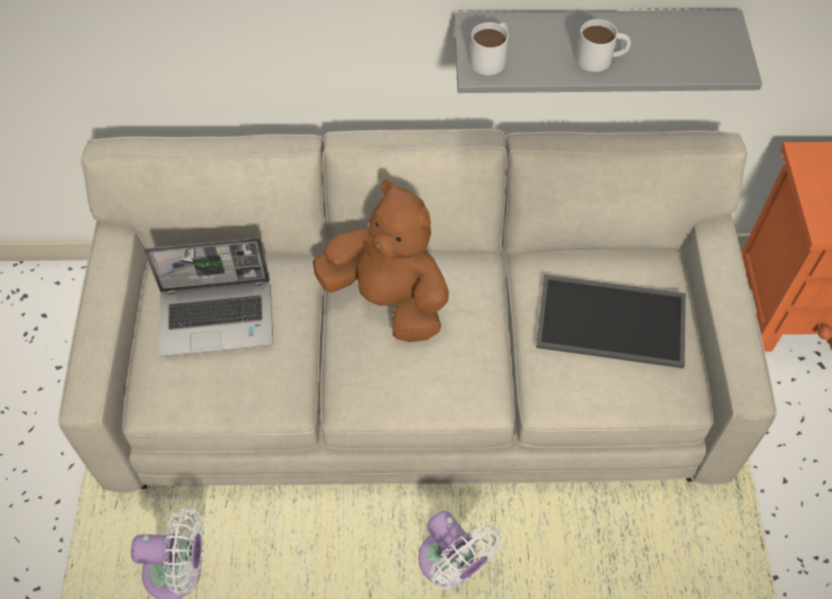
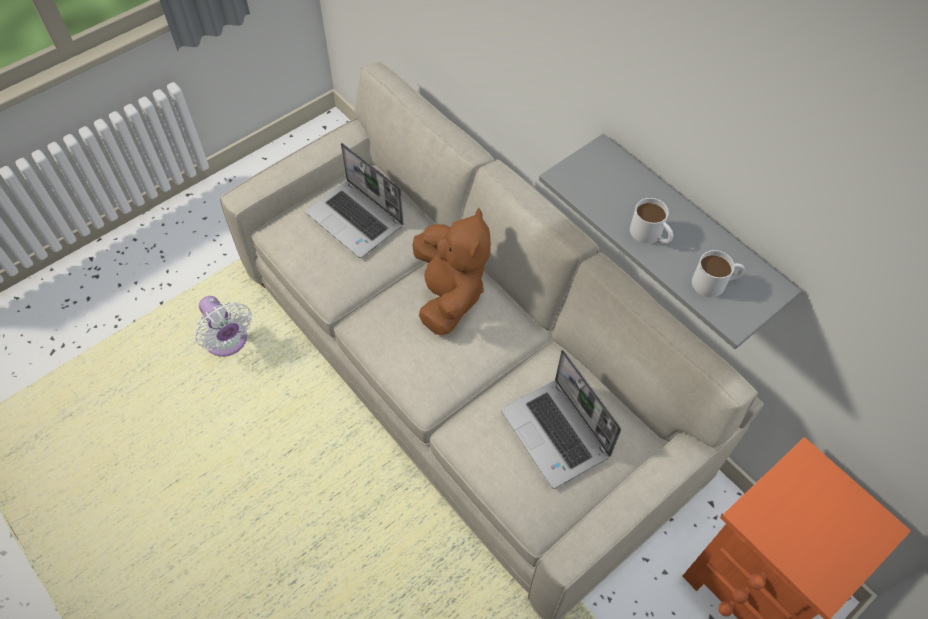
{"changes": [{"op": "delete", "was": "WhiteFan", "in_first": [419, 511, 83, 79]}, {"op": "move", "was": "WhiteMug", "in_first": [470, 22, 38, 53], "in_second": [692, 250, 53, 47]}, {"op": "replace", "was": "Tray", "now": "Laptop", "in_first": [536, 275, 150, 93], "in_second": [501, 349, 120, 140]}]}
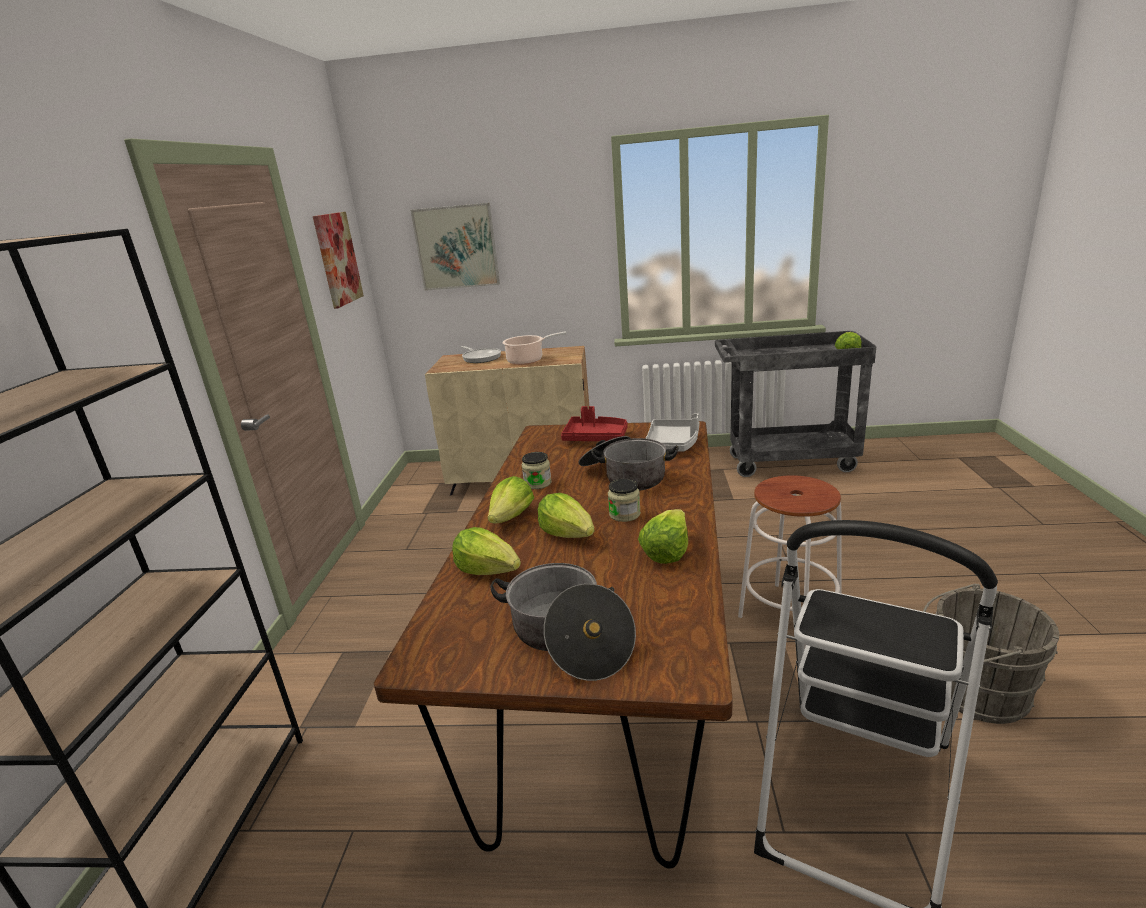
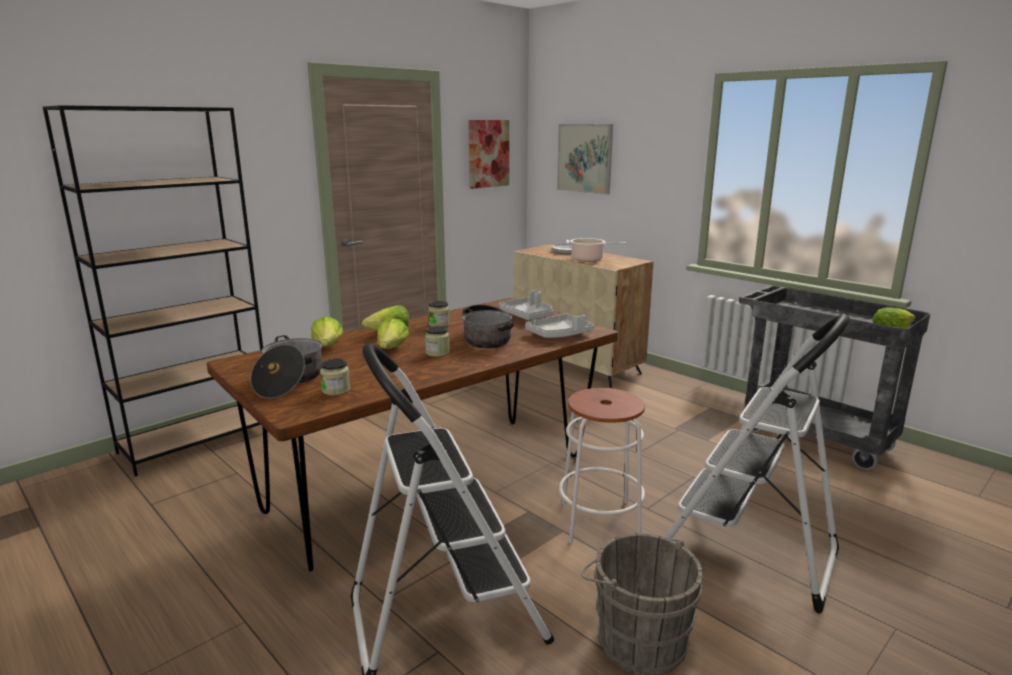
{"changes": [{"op": "delete", "was": "Lettuce", "in_first": [638, 509, 50, 55]}, {"op": "insert", "now": "Jar", "in_second": [320, 358, 30, 37]}, {"op": "insert", "now": "StepLadder", "in_second": [664, 314, 186, 300]}, {"op": "recolor", "was": "RedTray", "now": "GreyTray", "in_first": [561, 406, 67, 35], "in_second": [499, 290, 54, 30]}]}
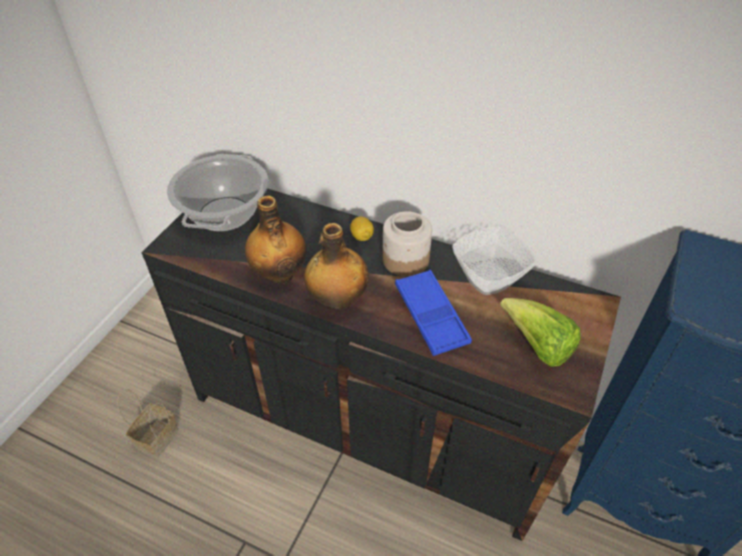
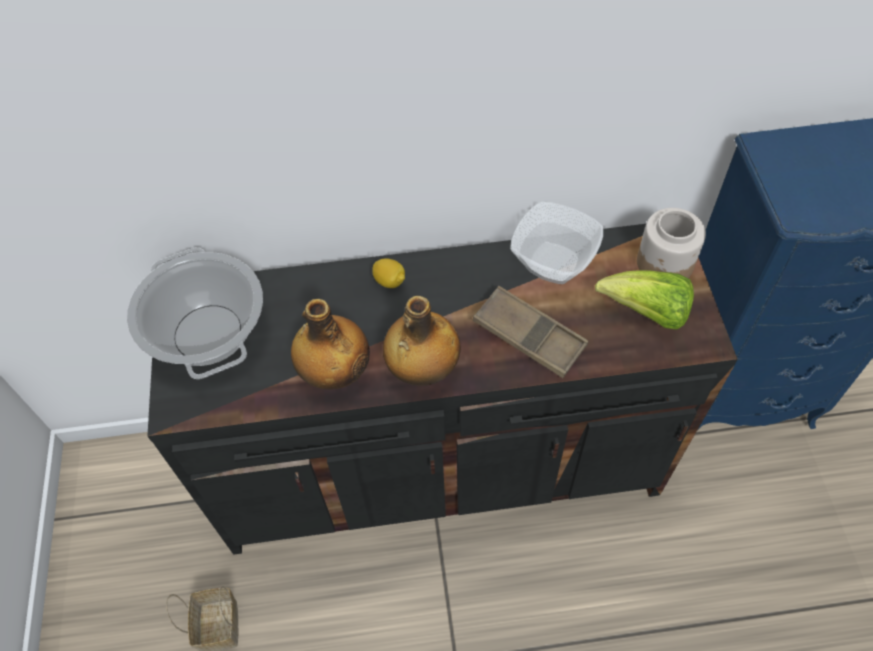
{"changes": [{"op": "move", "was": "Jar", "in_first": [382, 211, 50, 65], "in_second": [637, 208, 69, 70]}, {"op": "recolor", "was": "BlueTray", "now": "BrownTray", "in_first": [395, 270, 77, 86], "in_second": [473, 286, 115, 92]}]}
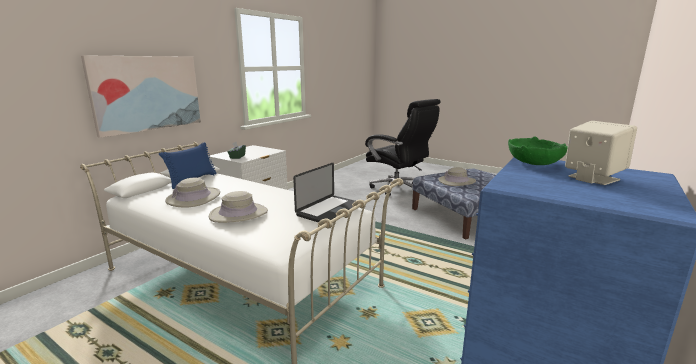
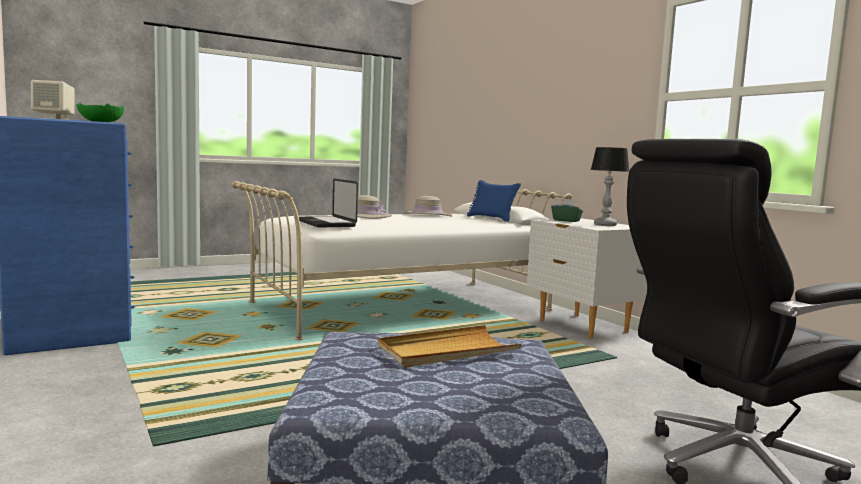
{"changes": [{"op": "delete", "was": "Picture", "in_first": [81, 56, 120, 82]}, {"op": "insert", "now": "TableLamp", "in_second": [591, 147, 38, 79]}, {"op": "replace", "was": "BeigeHat", "now": "BeigeTray", "in_first": [439, 167, 37, 19], "in_second": [378, 325, 144, 43]}]}
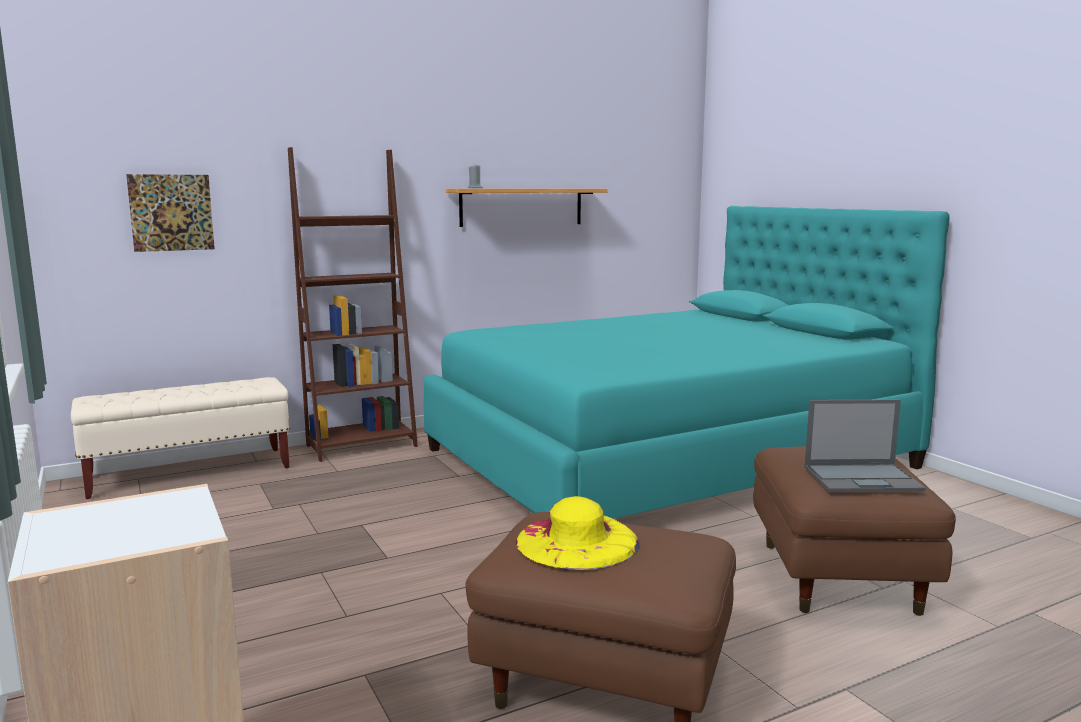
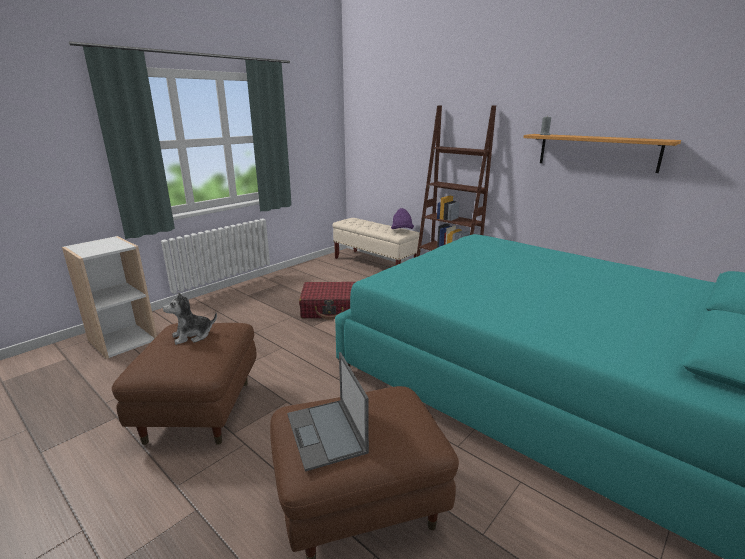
{"changes": [{"op": "delete", "was": "Picture", "in_first": [126, 174, 89, 78]}, {"op": "insert", "now": "RedSuitcase", "in_second": [299, 282, 56, 38]}, {"op": "insert", "now": "PurpleHat", "in_second": [391, 208, 23, 21]}, {"op": "replace", "was": "YellowHat", "now": "PlushToy", "in_first": [516, 496, 124, 74], "in_second": [163, 292, 54, 53]}]}
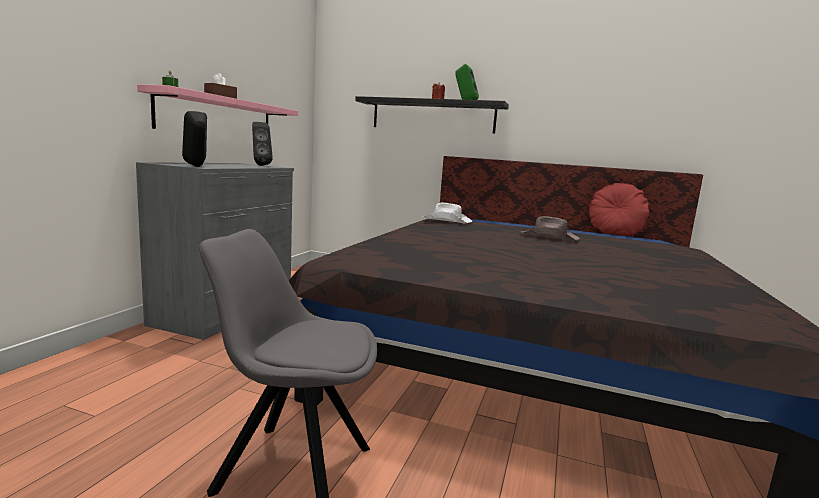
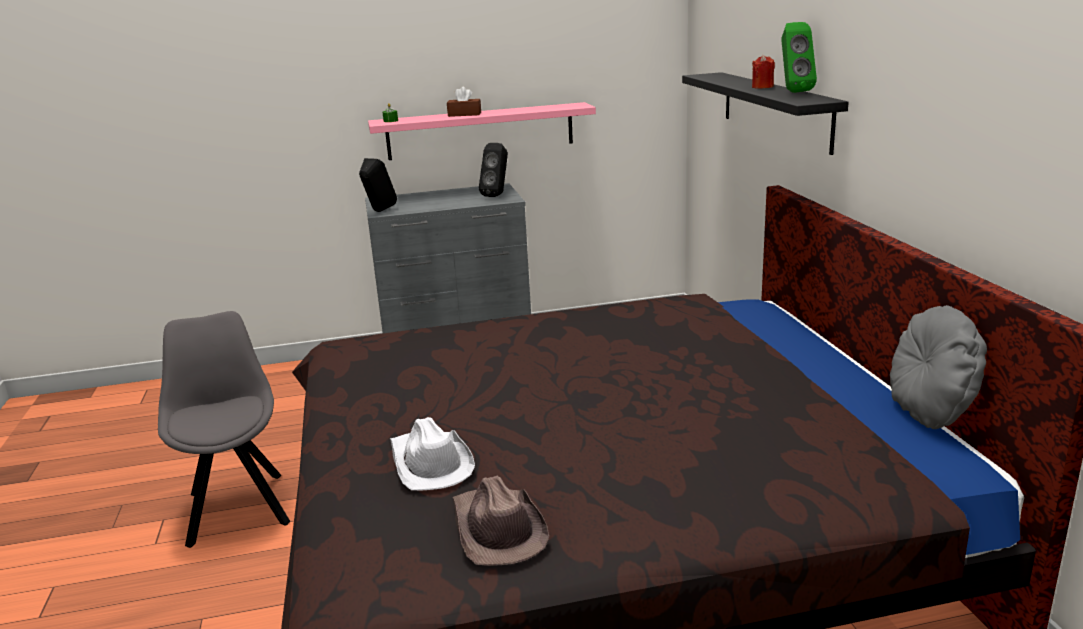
{"changes": [{"op": "move", "was": "WhiteHat", "in_first": [422, 202, 50, 21], "in_second": [390, 417, 85, 73]}, {"op": "move", "was": "BrownHat", "in_first": [521, 216, 59, 25], "in_second": [453, 476, 96, 90]}, {"op": "recolor", "was": "RedPillow", "now": "GreyPillow", "in_first": [589, 183, 61, 52], "in_second": [890, 305, 97, 124]}]}
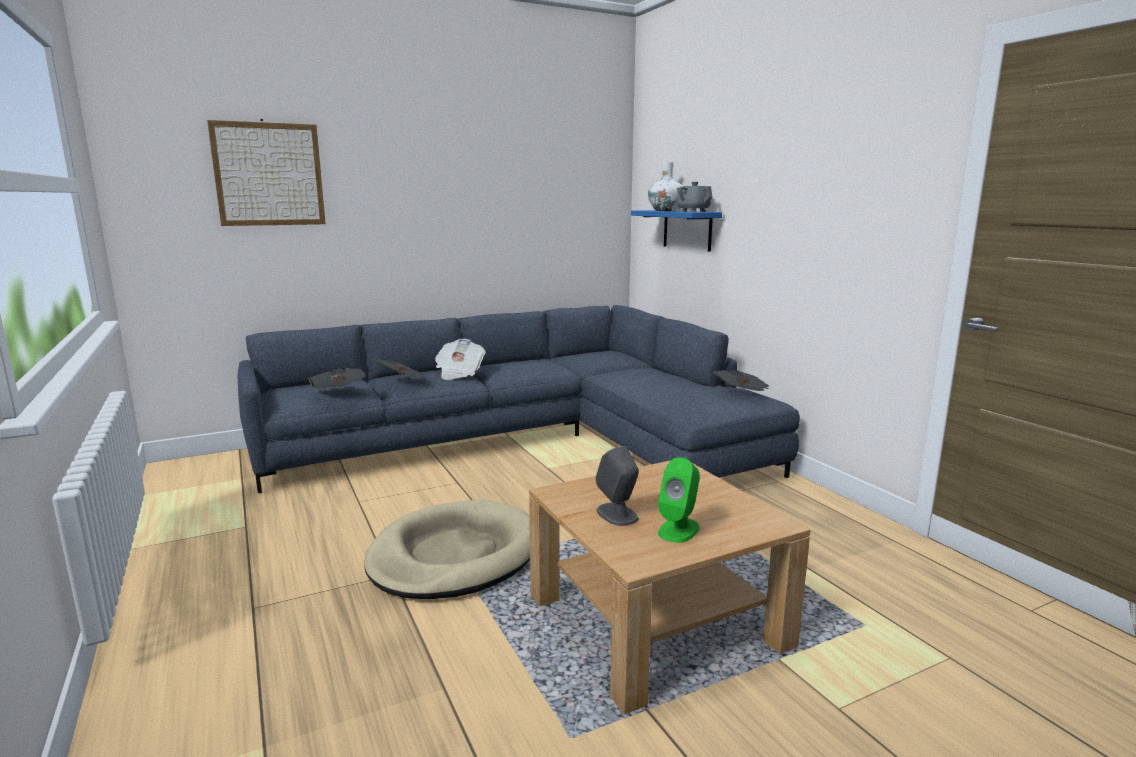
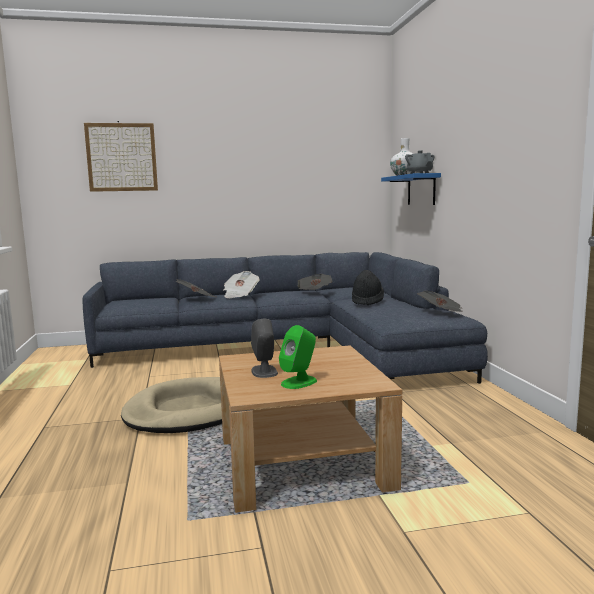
{"changes": [{"op": "insert", "now": "BlackHat", "in_second": [352, 270, 32, 35]}, {"op": "move", "was": "Newspaper", "in_first": [308, 368, 59, 20], "in_second": [298, 274, 35, 16]}]}
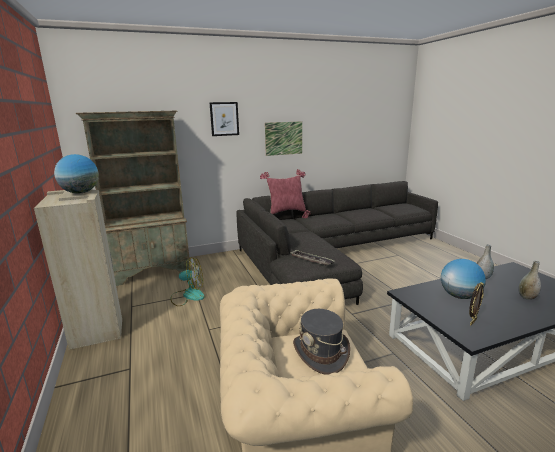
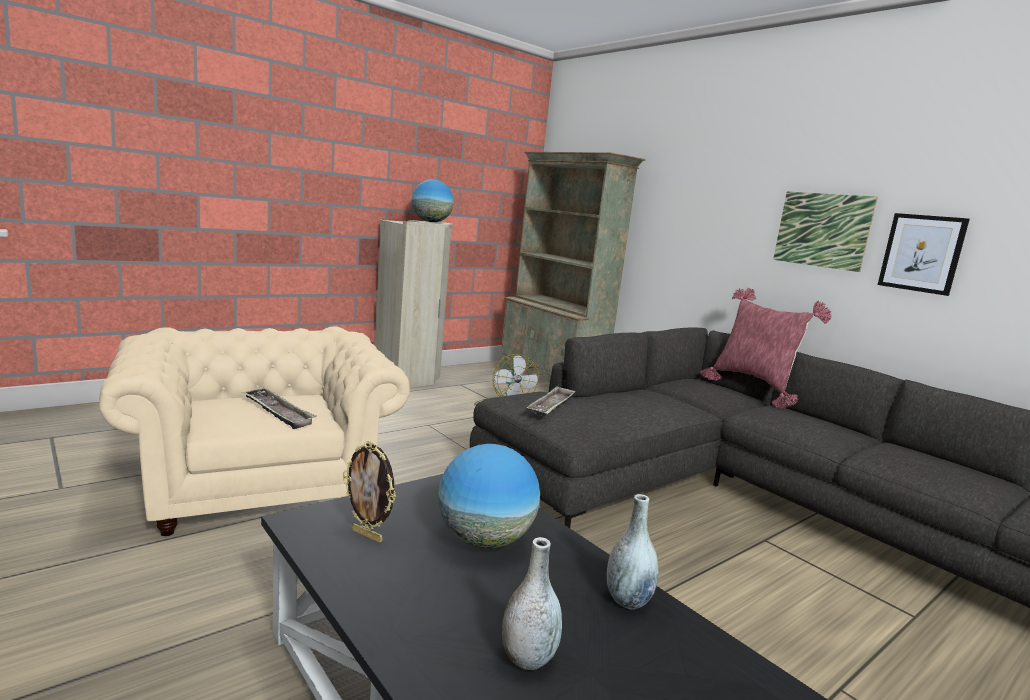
{"changes": [{"op": "move", "was": "Picture", "in_first": [209, 102, 30, 34], "in_second": [878, 213, 92, 83]}, {"op": "replace", "was": "GreyHat", "now": "Tray", "in_first": [293, 309, 57, 66], "in_second": [243, 388, 73, 41]}]}
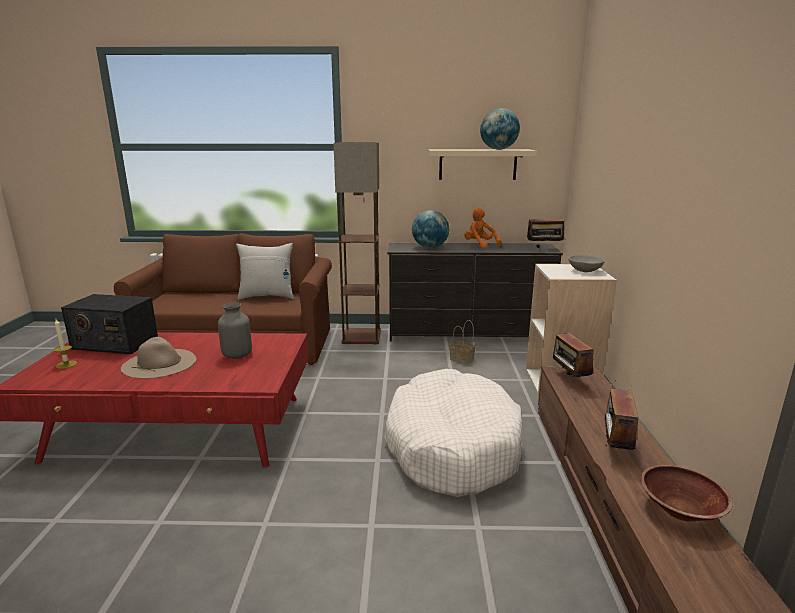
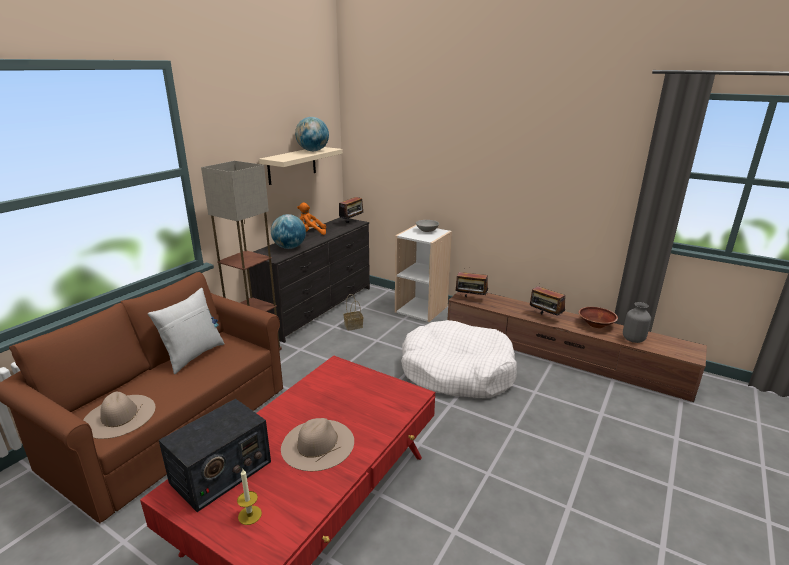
{"changes": [{"op": "insert", "now": "BeigeHat", "in_second": [84, 392, 72, 47]}, {"op": "move", "was": "GreyVase", "in_first": [218, 303, 34, 56], "in_second": [623, 302, 28, 41]}]}
